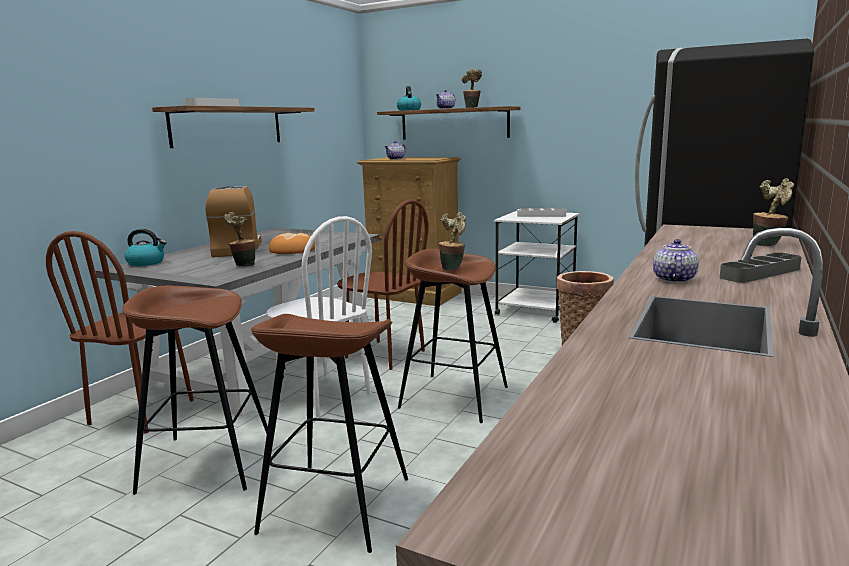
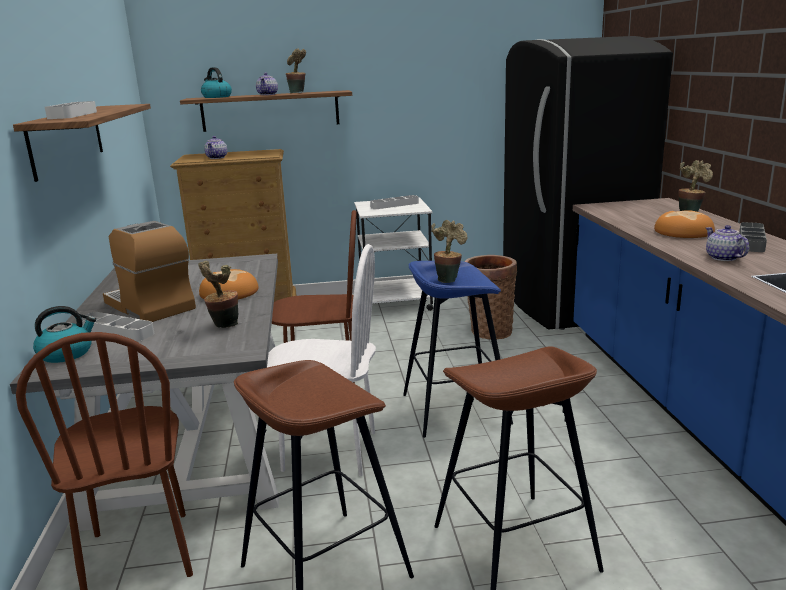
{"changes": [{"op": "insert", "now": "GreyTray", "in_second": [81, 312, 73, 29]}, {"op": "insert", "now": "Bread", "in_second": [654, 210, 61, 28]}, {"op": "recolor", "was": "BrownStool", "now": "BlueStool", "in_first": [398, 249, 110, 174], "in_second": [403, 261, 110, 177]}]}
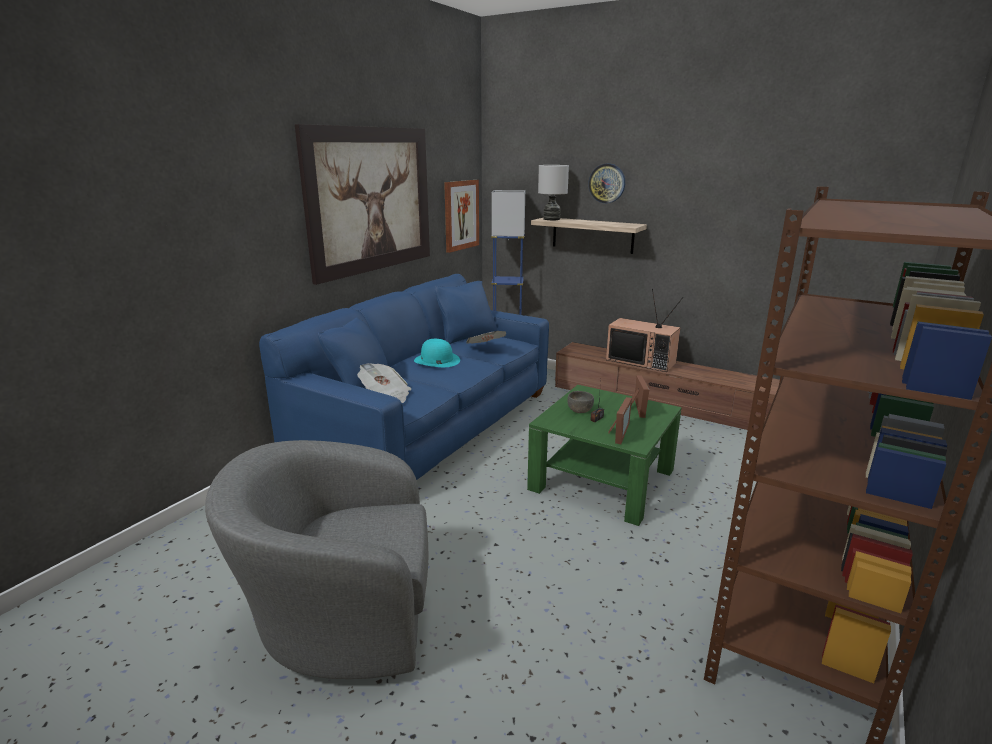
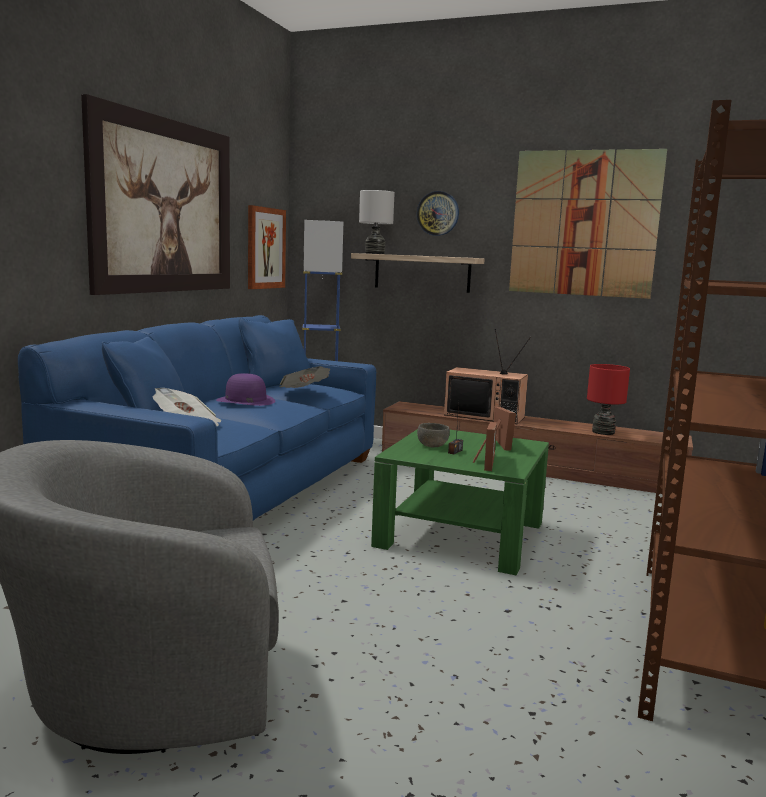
{"changes": [{"op": "insert", "now": "Picture", "in_second": [509, 149, 158, 150]}, {"op": "insert", "now": "RedTableLamp", "in_second": [587, 364, 43, 71]}, {"op": "recolor", "was": "TurquoiseHat", "now": "PurpleHat", "in_first": [414, 339, 46, 28], "in_second": [216, 373, 60, 33]}]}
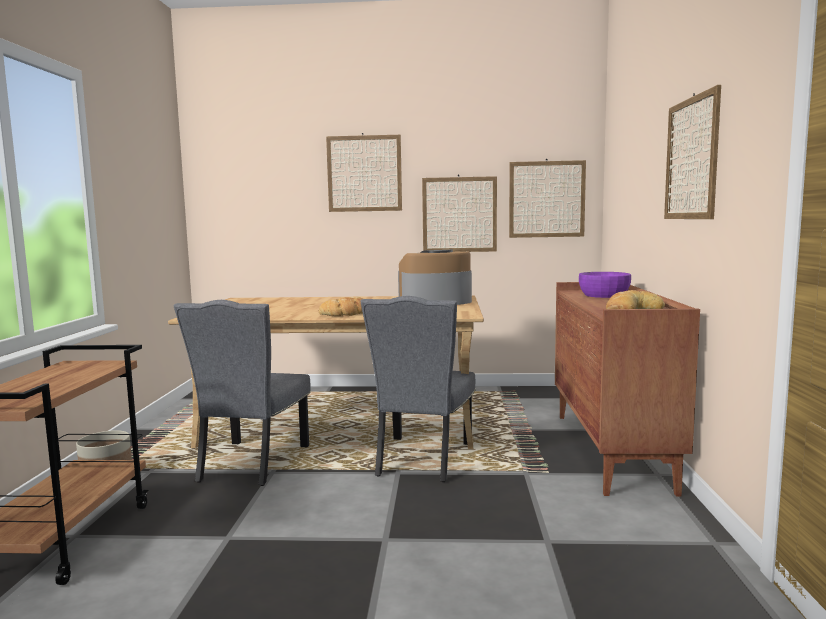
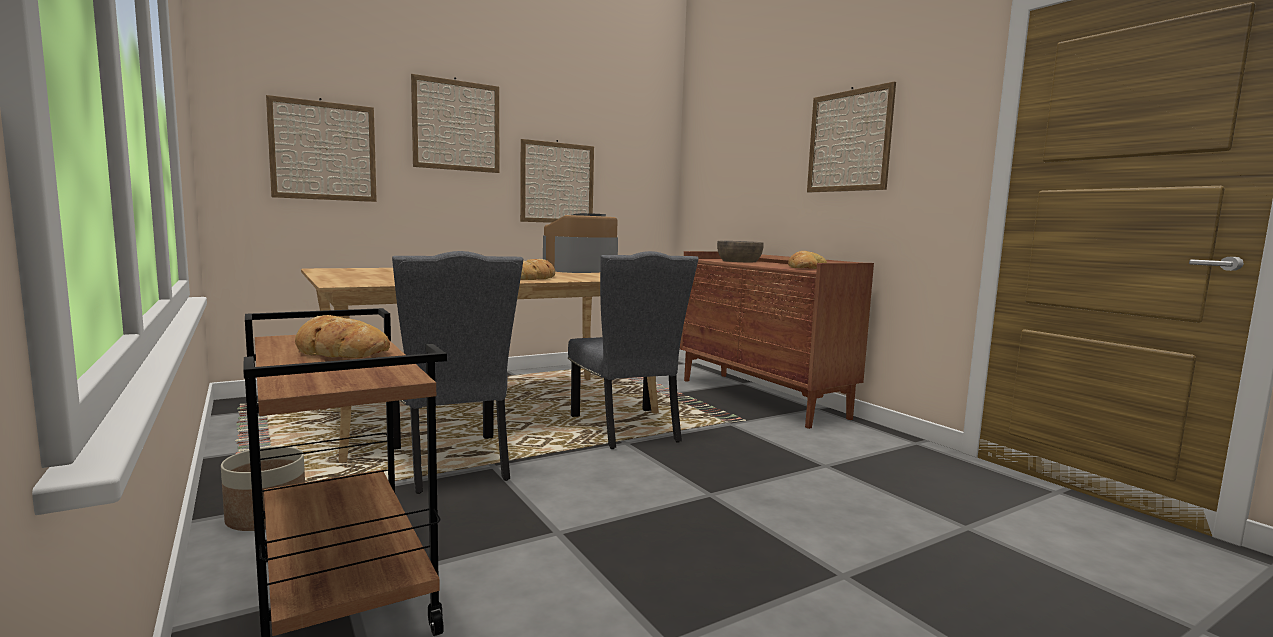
{"changes": [{"op": "insert", "now": "Bread", "in_second": [295, 315, 95, 43]}, {"op": "move", "was": "Picture", "in_first": [509, 159, 77, 79], "in_second": [266, 95, 111, 107]}, {"op": "recolor", "was": "PurpleBowl", "now": "BrownBowl", "in_first": [579, 272, 52, 26], "in_second": [717, 241, 47, 21]}]}
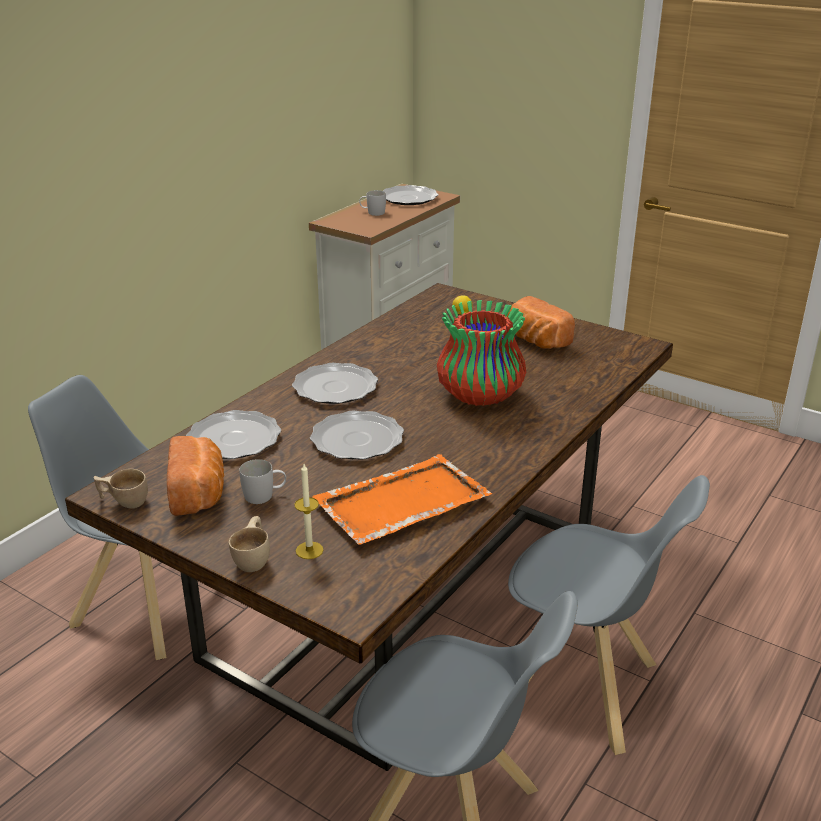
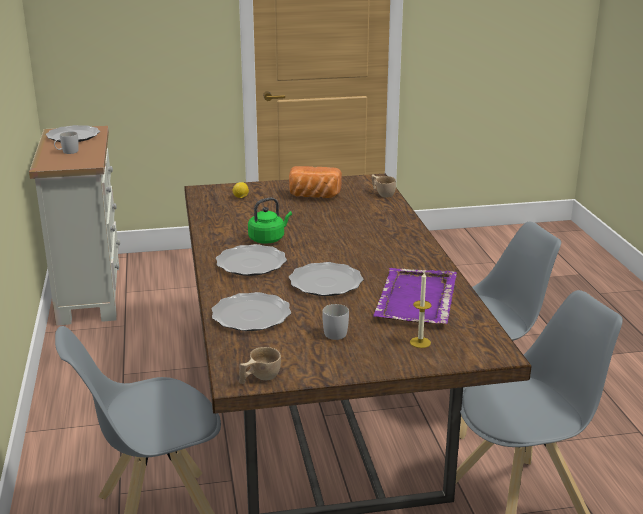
{"changes": [{"op": "delete", "was": "Bread", "in_first": [167, 436, 57, 80]}, {"op": "delete", "was": "Vase", "in_first": [437, 300, 89, 106]}, {"op": "insert", "now": "GreenKettle", "in_second": [248, 197, 44, 47]}, {"op": "move", "was": "BeigeCup", "in_first": [229, 516, 41, 56], "in_second": [372, 174, 24, 24]}, {"op": "recolor", "was": "OrangeTray", "now": "PurpleTray", "in_first": [312, 454, 180, 91], "in_second": [373, 268, 84, 56]}]}
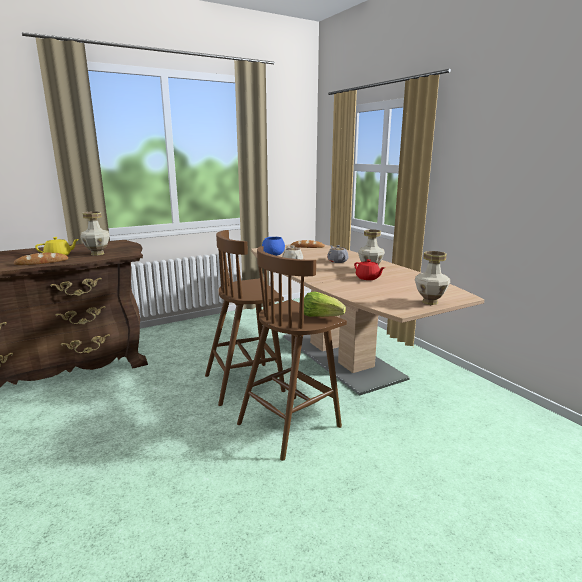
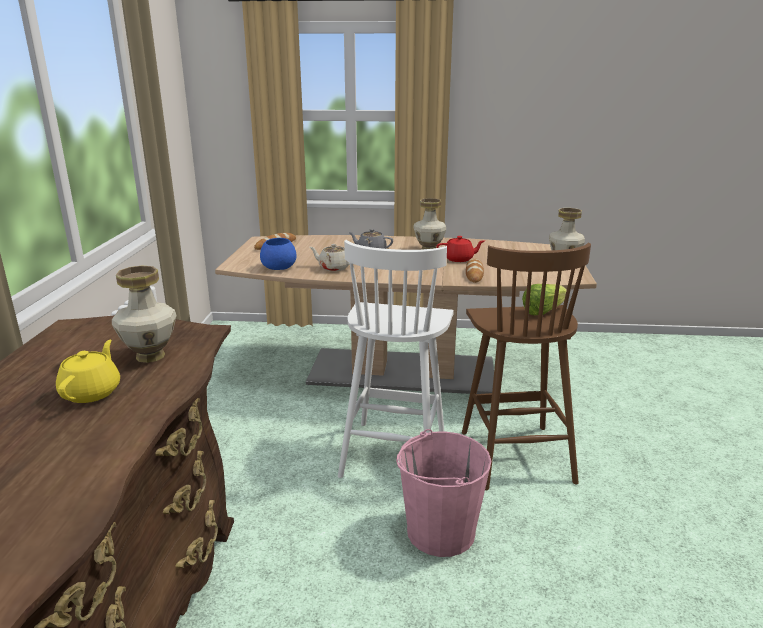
{"changes": [{"op": "insert", "now": "PinkBucket", "in_second": [396, 429, 95, 128]}, {"op": "move", "was": "Bread", "in_first": [14, 253, 54, 12], "in_second": [466, 258, 18, 25]}, {"op": "recolor", "was": "BrownStool", "now": "WhiteStool", "in_first": [205, 230, 81, 176], "in_second": [338, 240, 116, 238]}]}
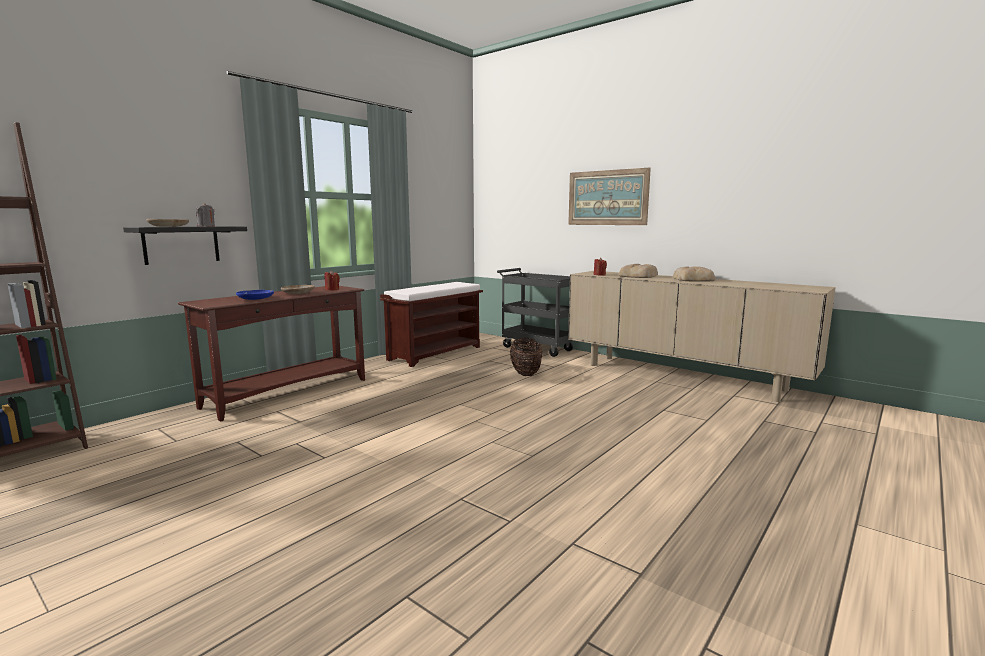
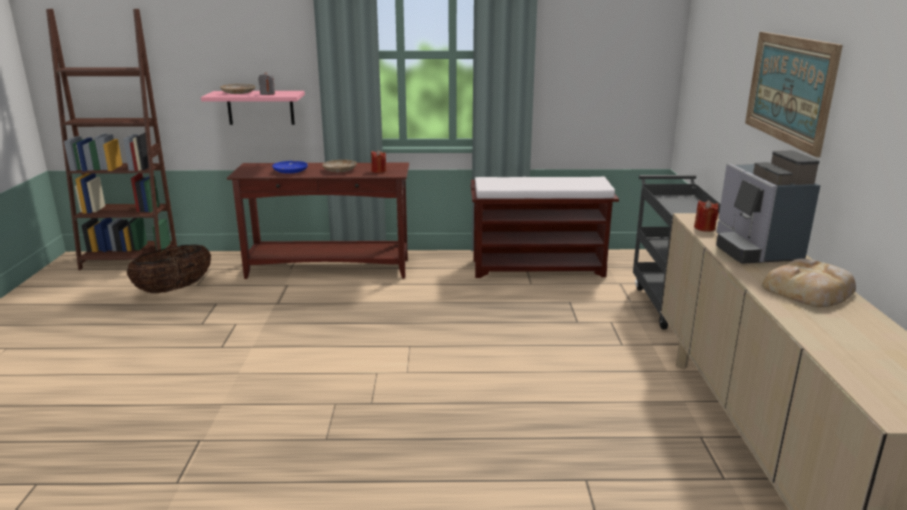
{"changes": [{"op": "move", "was": "Basket", "in_first": [510, 338, 32, 38], "in_second": [127, 244, 84, 49]}, {"op": "replace", "was": "Bread", "now": "CoffeeMachine", "in_first": [619, 264, 39, 14], "in_second": [716, 150, 105, 114]}, {"op": "recolor", "was": "BlackShelf", "now": "PinkShelf", "in_first": [123, 226, 124, 39], "in_second": [201, 91, 104, 34]}]}
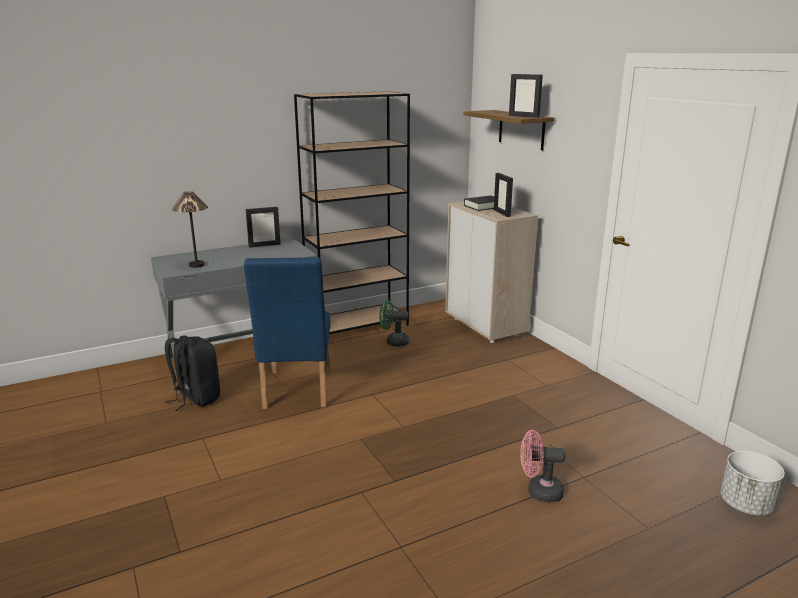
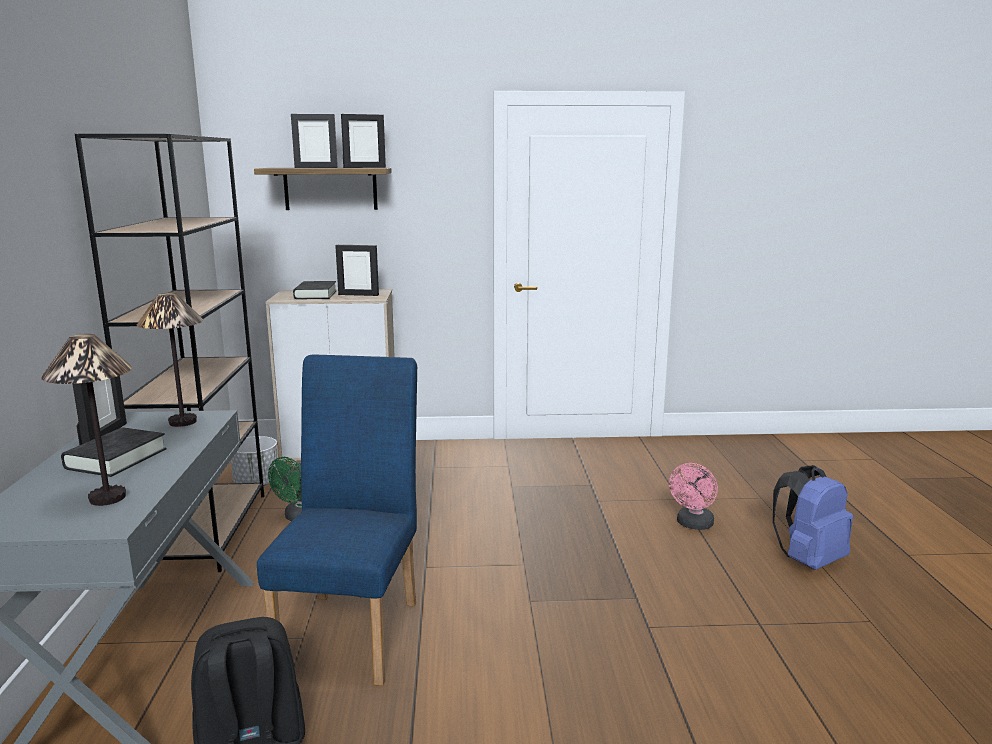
{"changes": [{"op": "insert", "now": "BlackBook", "in_second": [61, 427, 106, 50]}, {"op": "insert", "now": "TableLamp", "in_second": [137, 293, 66, 134]}, {"op": "insert", "now": "PictureFrame", "in_second": [291, 114, 47, 54]}, {"op": "insert", "now": "BlueBackpack", "in_second": [773, 465, 80, 105]}, {"op": "move", "was": "WhitePlanter", "in_first": [720, 451, 65, 64], "in_second": [231, 436, 49, 50]}, {"op": "rotate", "was": "BlueChair", "in_first": [244, 257, 86, 152], "in_second": [257, 354, 160, 332], "clockwise": -105}]}
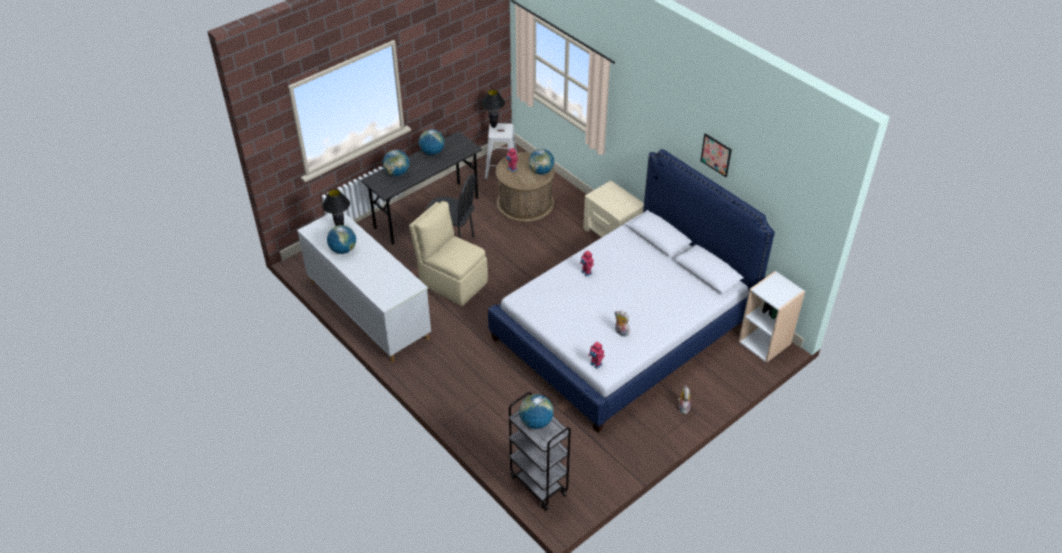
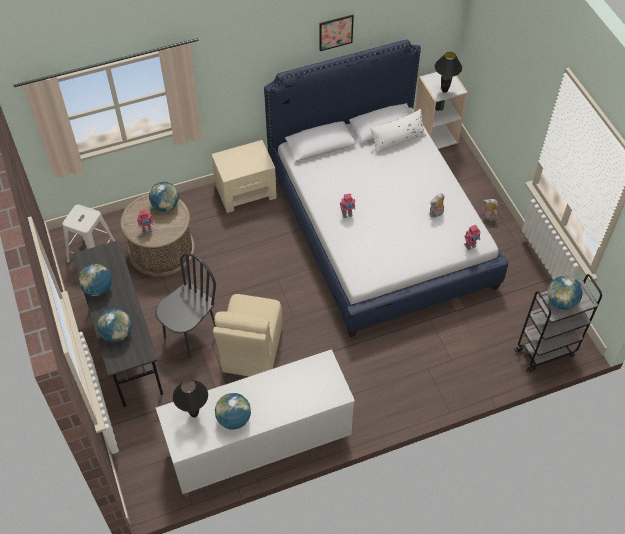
{"changes": [{"op": "insert", "now": "WhitePillow", "in_second": [370, 109, 56, 46]}, {"op": "move", "was": "BlackTableLamp", "in_first": [481, 90, 24, 38], "in_second": [435, 52, 27, 41]}, {"op": "rotate", "was": "BeigeChair", "in_first": [409, 201, 79, 105], "in_second": [213, 294, 69, 83], "clockwise": -45}]}
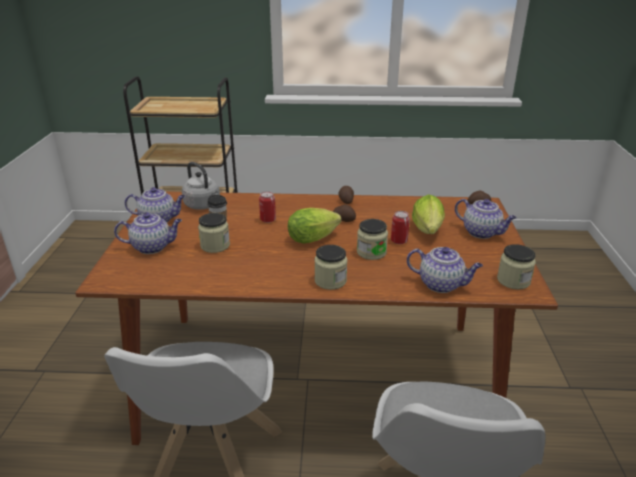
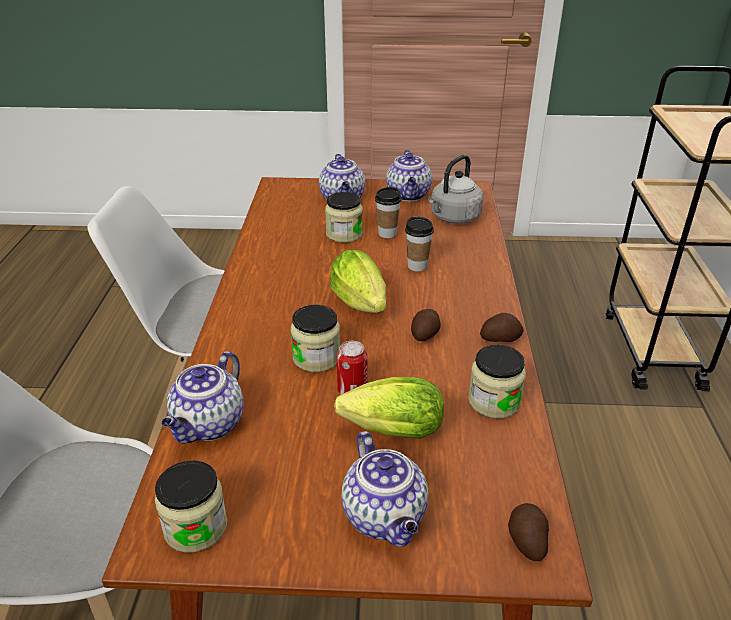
{"changes": [{"op": "move", "was": "Jar", "in_first": [314, 245, 33, 45], "in_second": [468, 345, 58, 73]}, {"op": "replace", "was": "Can", "now": "Cup", "in_first": [259, 191, 17, 32], "in_second": [405, 216, 29, 55]}, {"op": "rotate", "was": "Teapot", "in_first": [455, 199, 62, 40], "in_second": [341, 431, 88, 116], "clockwise": -60}]}
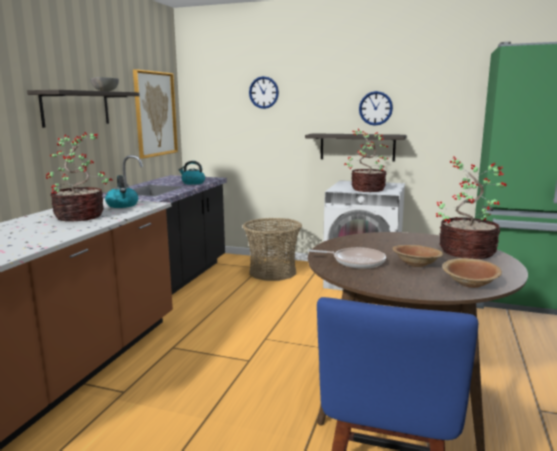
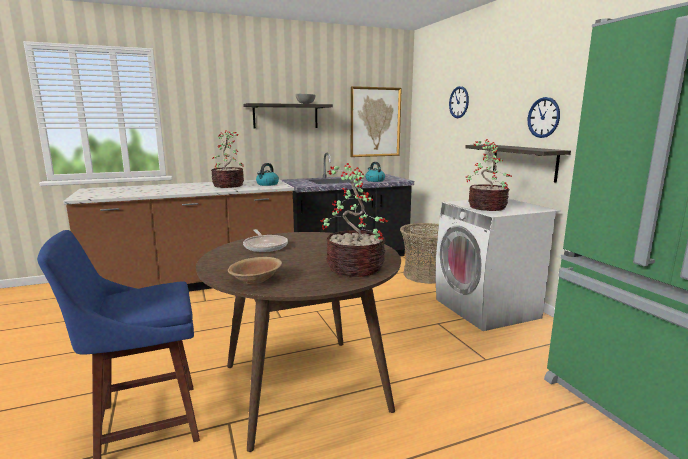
{"changes": [{"op": "delete", "was": "BrownBowl", "in_first": [392, 245, 52, 22]}]}
